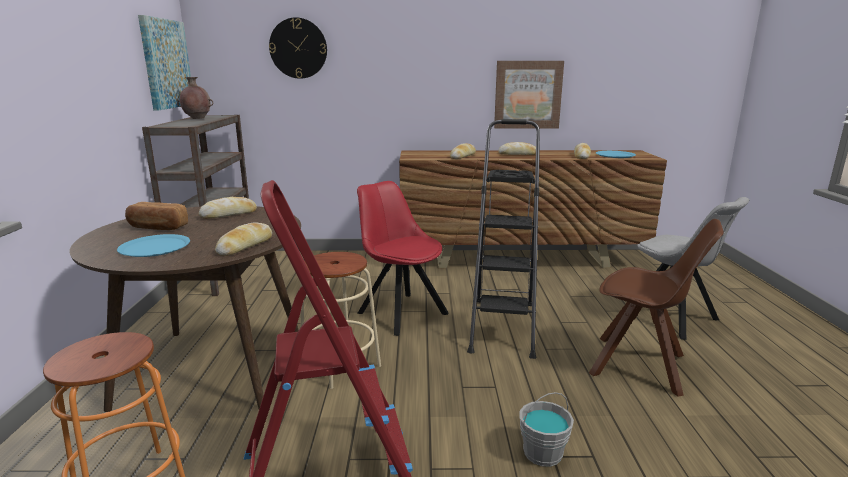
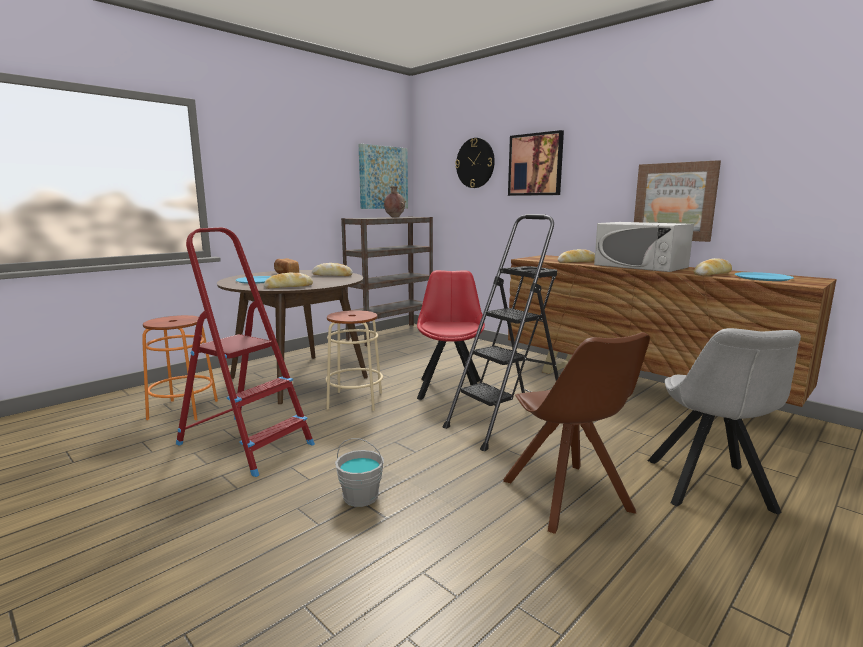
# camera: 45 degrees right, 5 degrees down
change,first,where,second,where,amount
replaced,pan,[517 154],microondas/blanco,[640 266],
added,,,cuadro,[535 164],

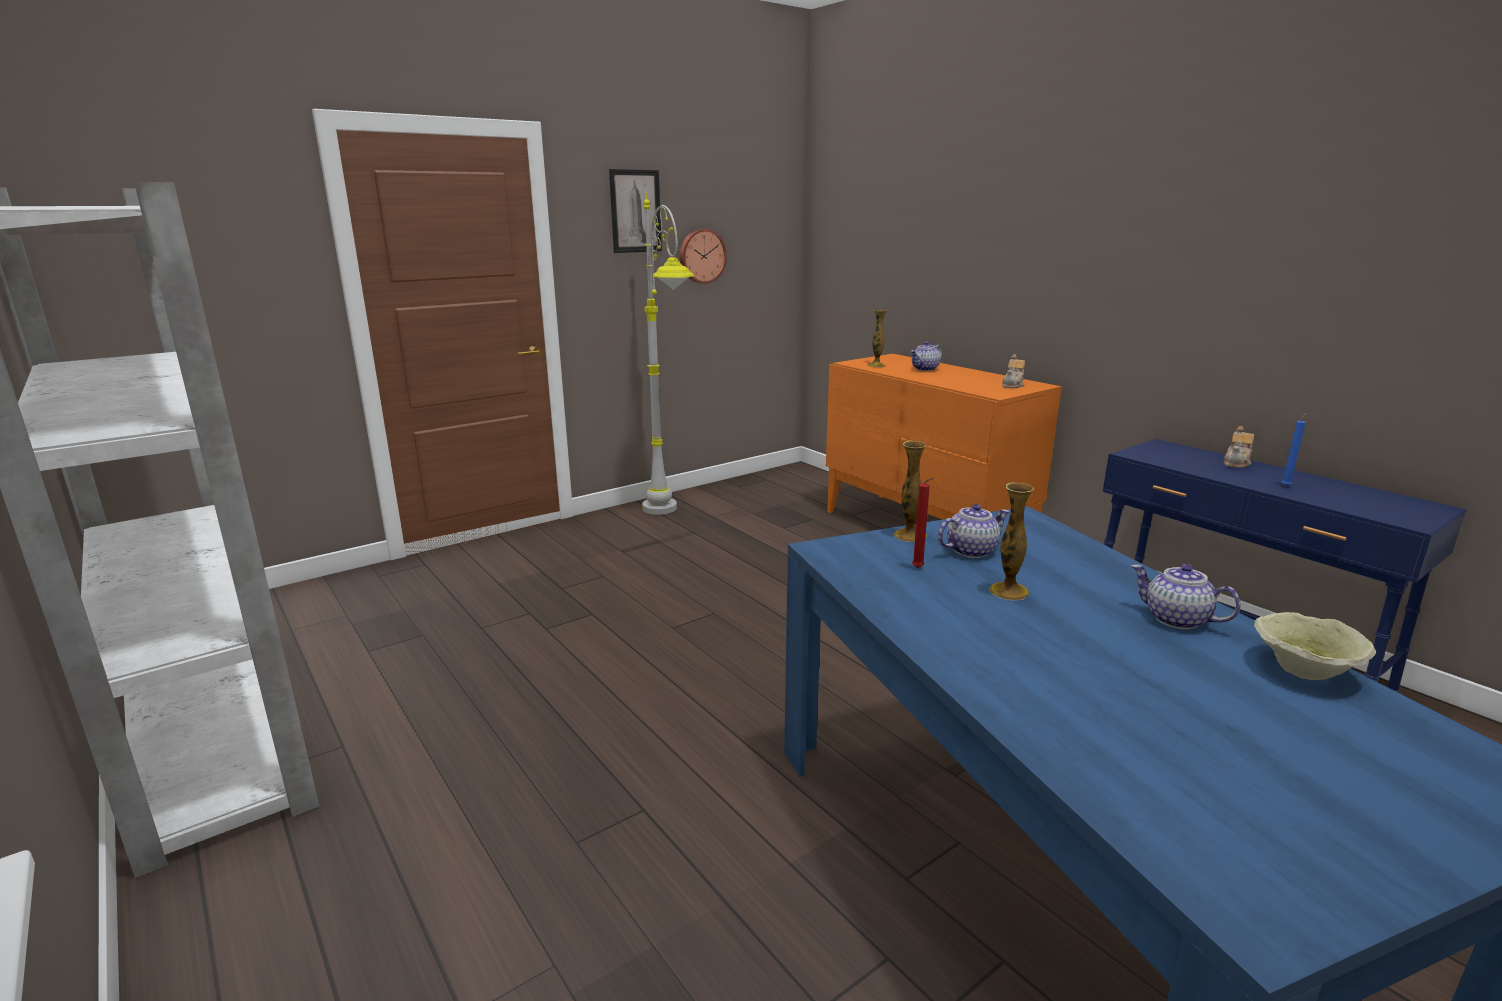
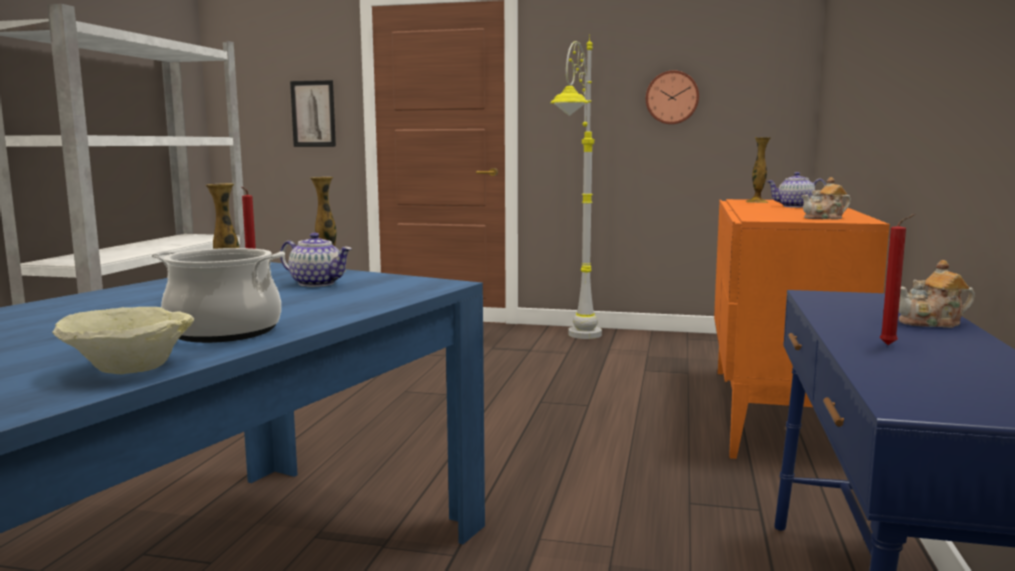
# camera: 50 degrees right, 10 degrees down
change,first,where,second,where,amount
moved,cuadro,[635 211],,[313 114],
replaced,tetera,[1175 619],olla,[223 331],
recoloured,vela/azul,[1286 486],vela/rojo,[891 345],

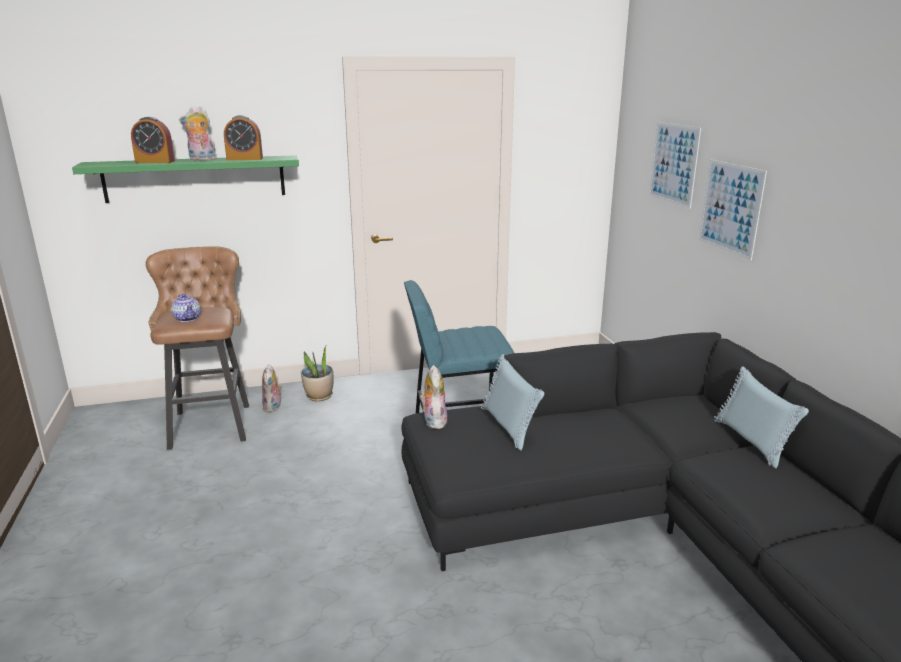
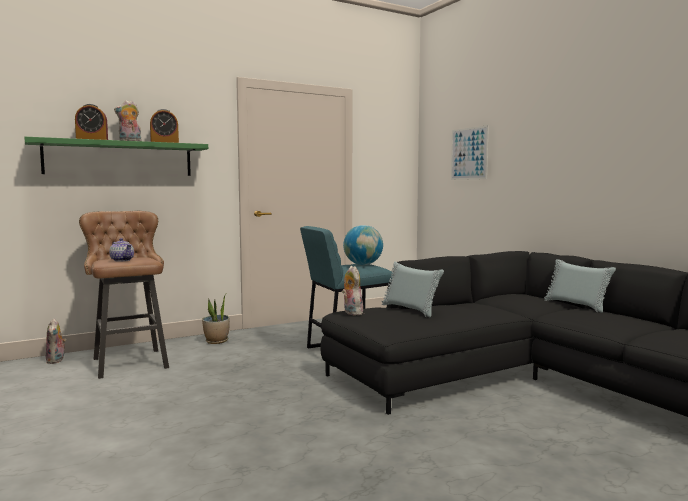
# camera: 15 degrees left, 15 degrees down
change,first,where,second,where,amount
moved,peluche,[273 408],,[56 360],
removed,cuadro,[730 208],,,
added,,,globo terráqueo,[363 264],

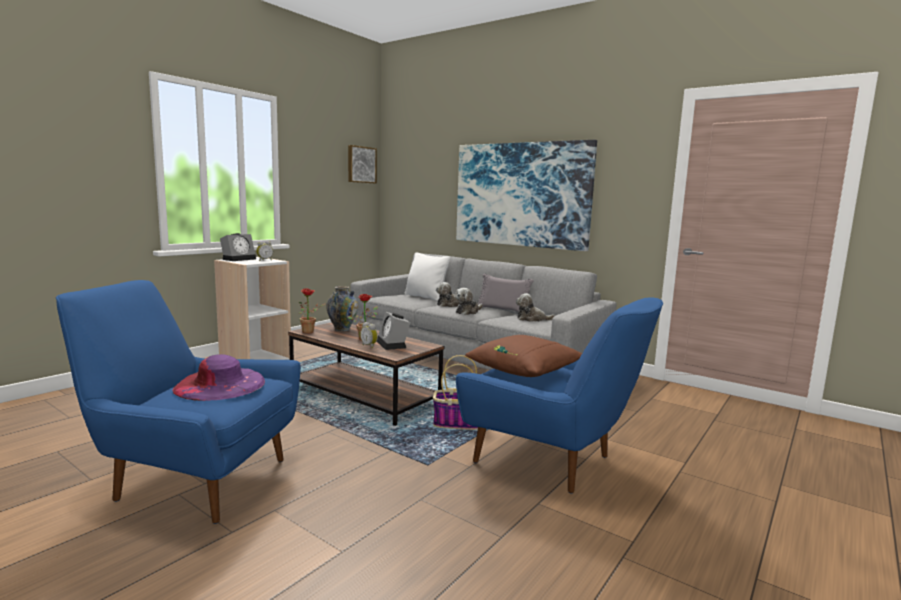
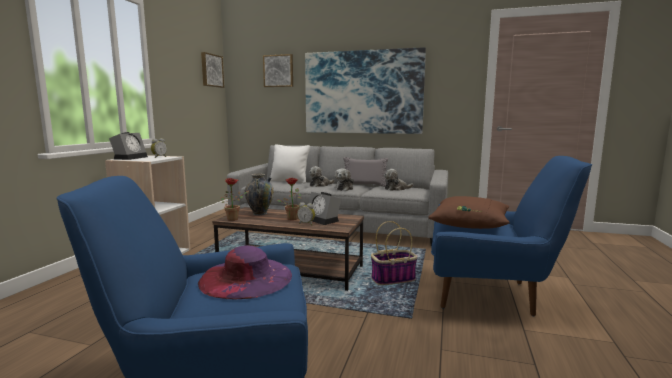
# camera: 20 degrees left, 0 degrees up
change,first,where,second,where,amount
added,,,cuadro,[278 71],

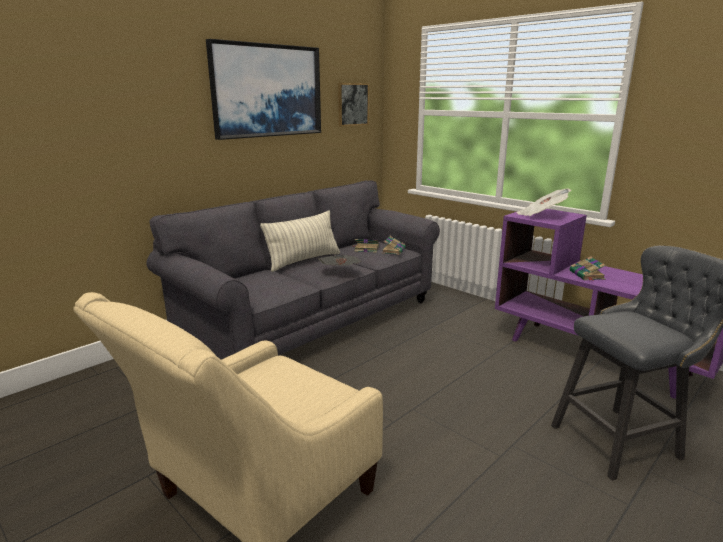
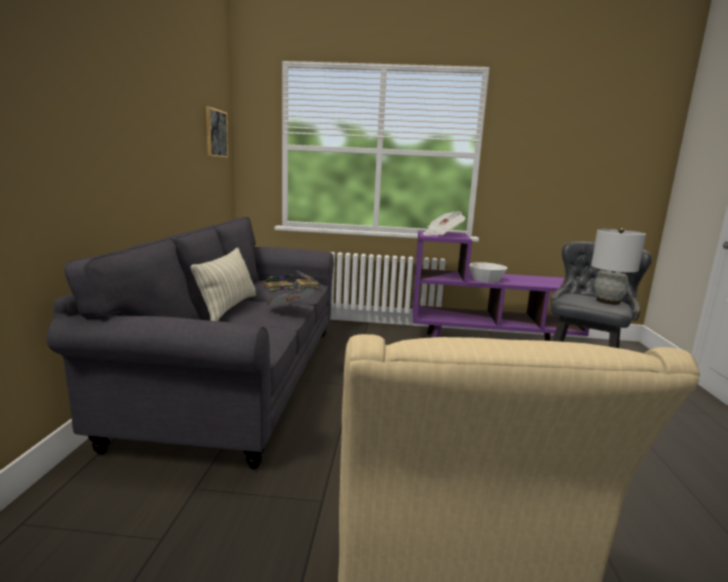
# camera: 40 degrees left, 5 degrees down
change,first,where,second,where,amount
removed,cuadro,[267 91],,,
replaced,libro,[587 275],cuenco/blanco,[486 279],
added,,,lámpara de mesa/blanco,[608 301],

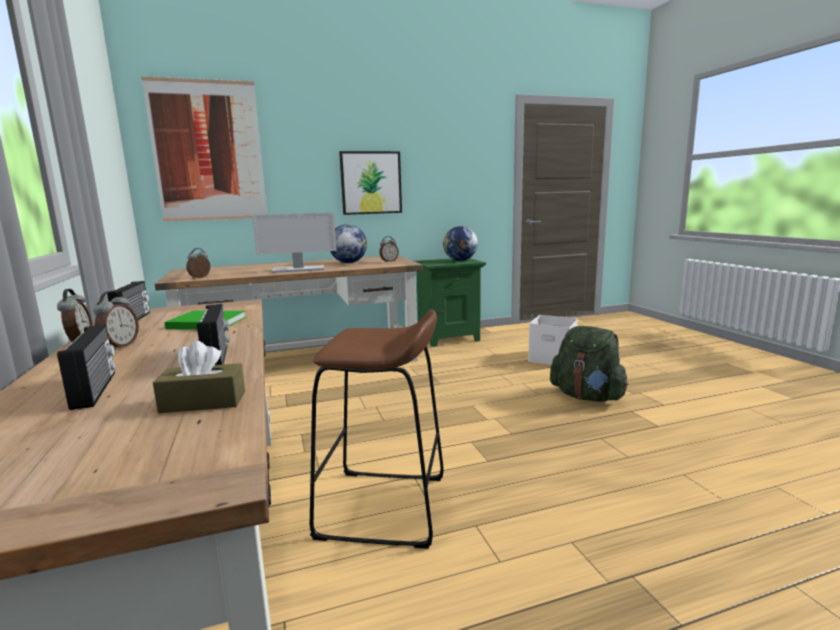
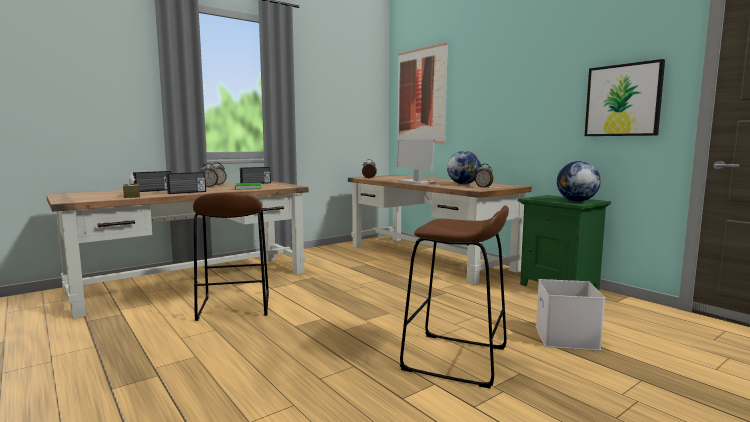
# camera: 70 degrees right, 5 degrees down
change,first,where,second,where,amount
moved,cuadro,[371 183],,[623 100],
replaced,mochila/verde,[587 396],taburete/marrón,[455 359],

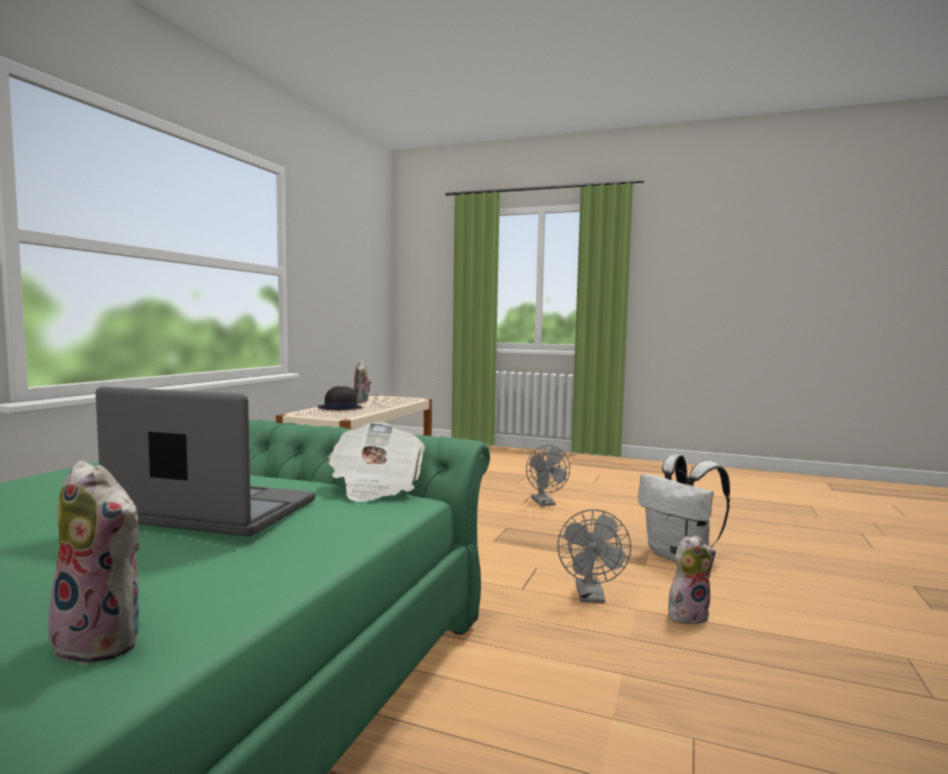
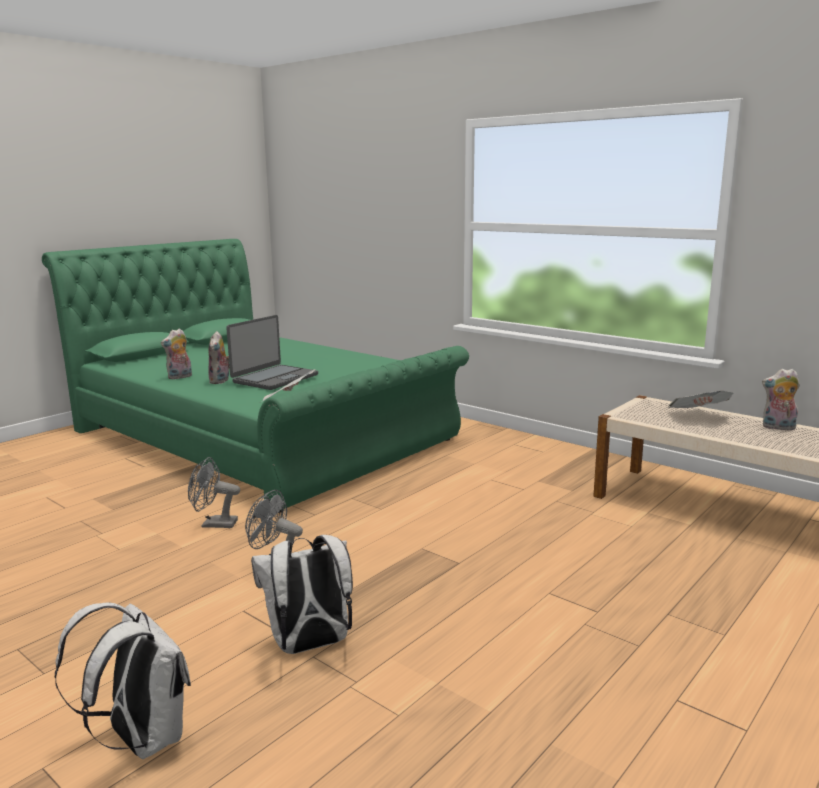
# camera: 110 degrees right, 10 degrees up
change,first,where,second,where,amount
replaced,sombrero/negro,[340 408],periódico,[697 416],
moved,ventilador/gris,[545 503],,[214 524],
moved,peluche,[688 615],,[220 381],
added,,,mochila/blanco,[141 739],

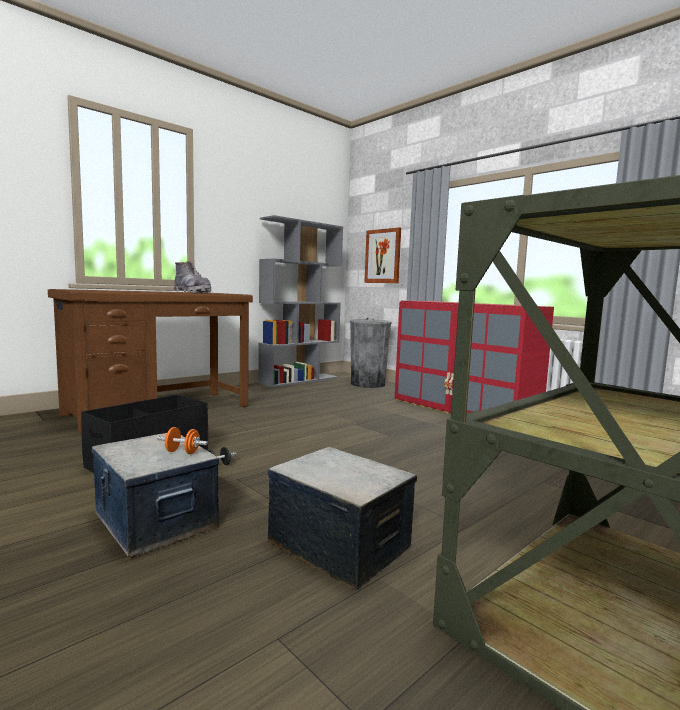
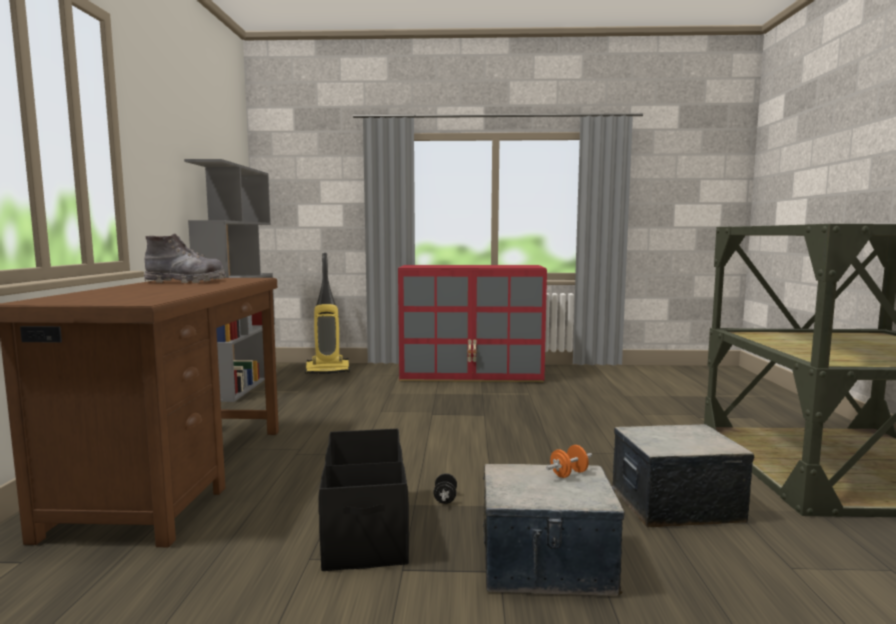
# camera: 45 degrees left, 0 degrees up
change,first,where,second,where,amount
replaced,papelera/gris,[368 384],aspiradora,[328 370],
removed,cuadro,[383 256],,,

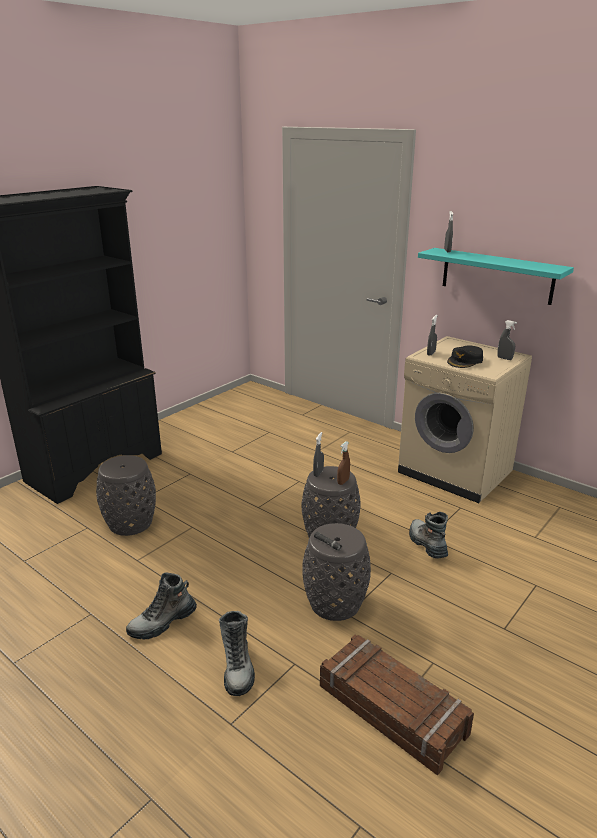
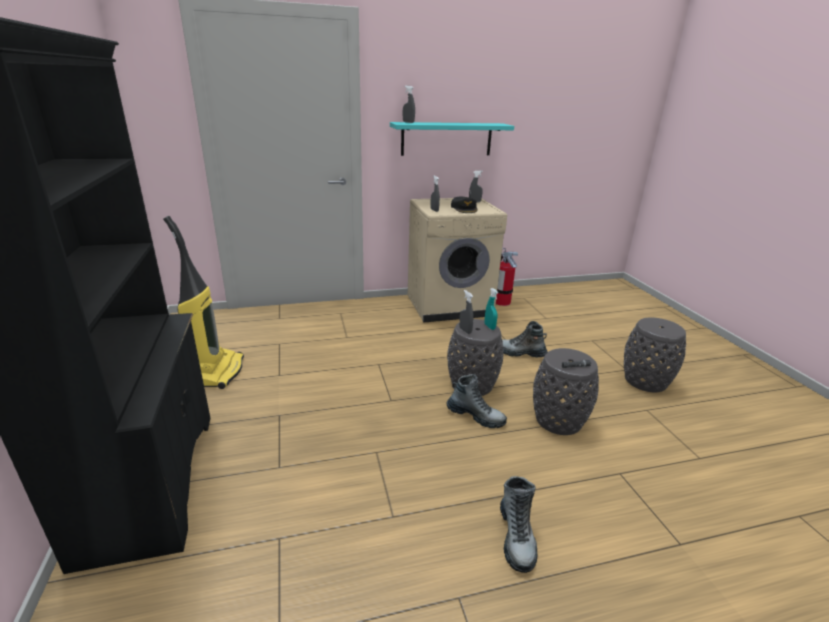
# camera: 55 degrees left, 0 degrees up
change,first,where,second,where,amount
moved,taburete/gris,[130 523],,[645 381],
moved,bota,[237 667],,[475 416],
removed,caja de embalaje,[391 710],,,
recoloured,pulverizador/marrón,[343 481],pulverizador/turquesa,[489 327],
added,,,aspiradora,[218 371],
added,,,extintor,[501 302],

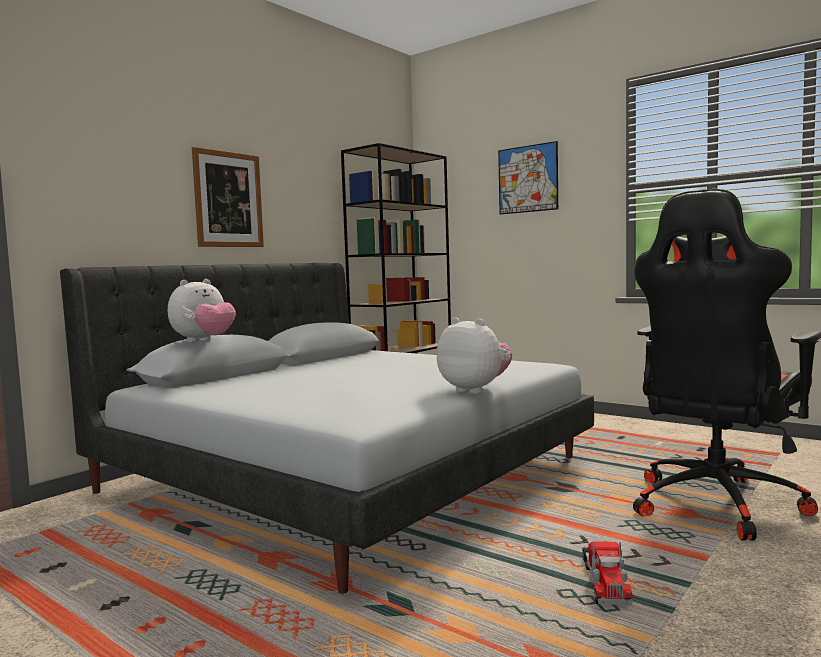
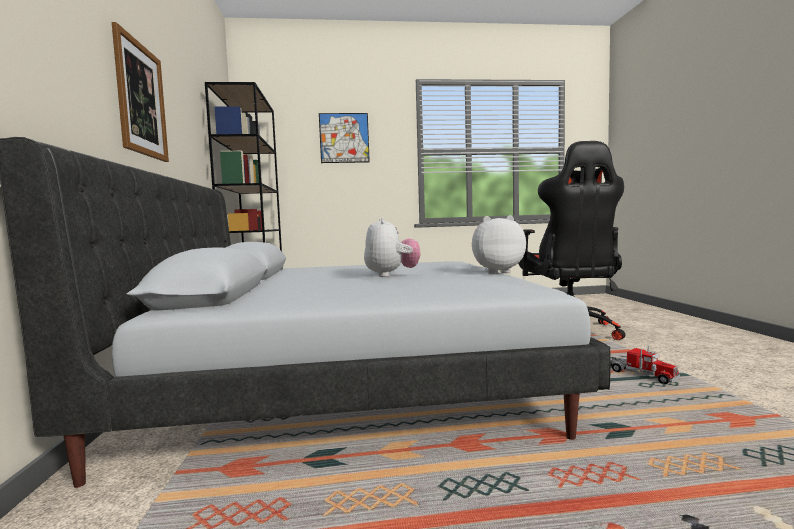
# camera: 45 degrees left, 0 degrees up
change,first,where,second,where,amount
moved,peluche,[204 341],,[391 275],

